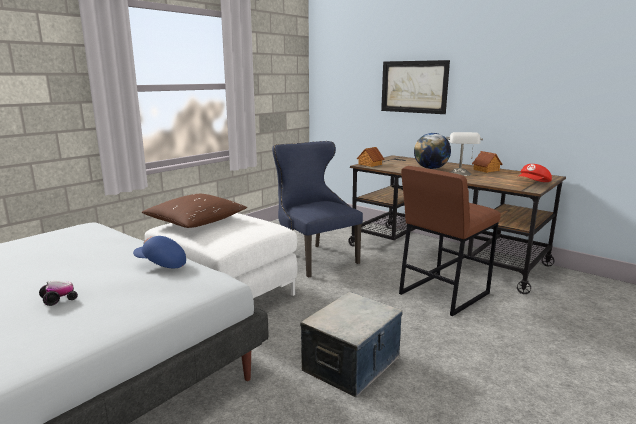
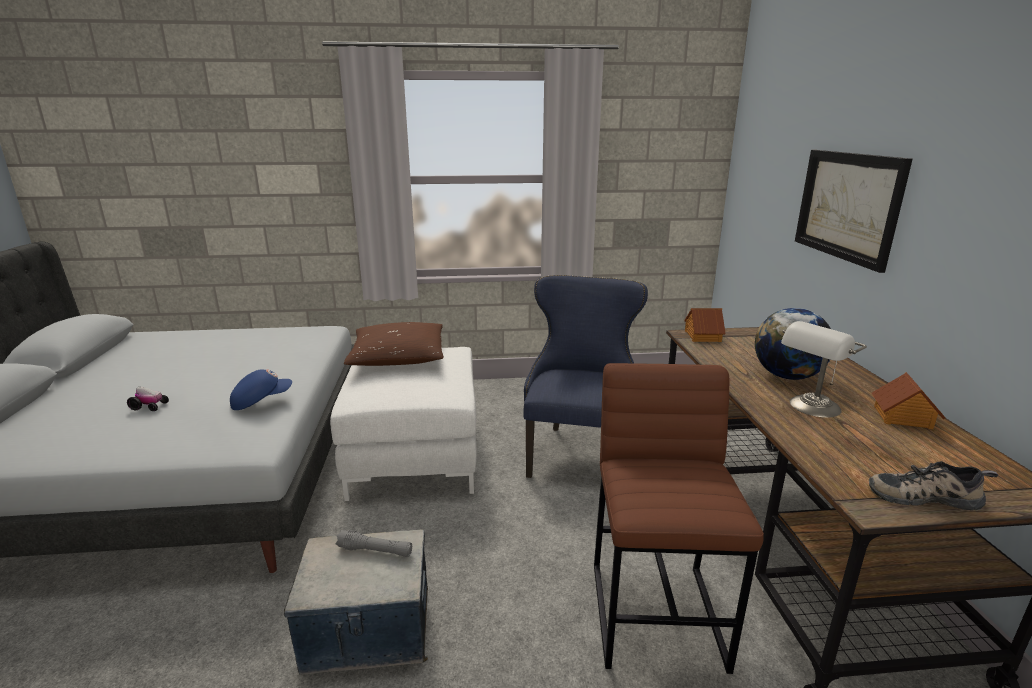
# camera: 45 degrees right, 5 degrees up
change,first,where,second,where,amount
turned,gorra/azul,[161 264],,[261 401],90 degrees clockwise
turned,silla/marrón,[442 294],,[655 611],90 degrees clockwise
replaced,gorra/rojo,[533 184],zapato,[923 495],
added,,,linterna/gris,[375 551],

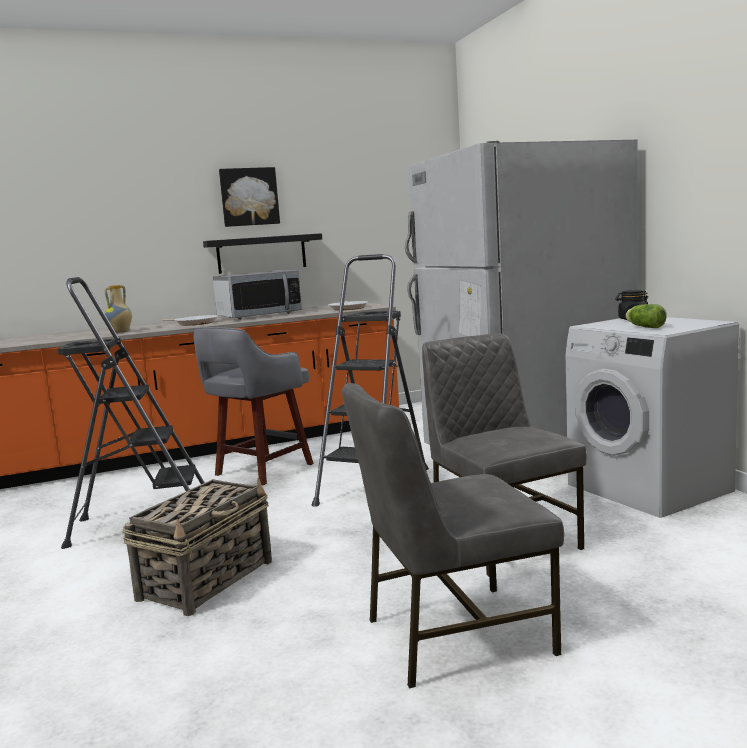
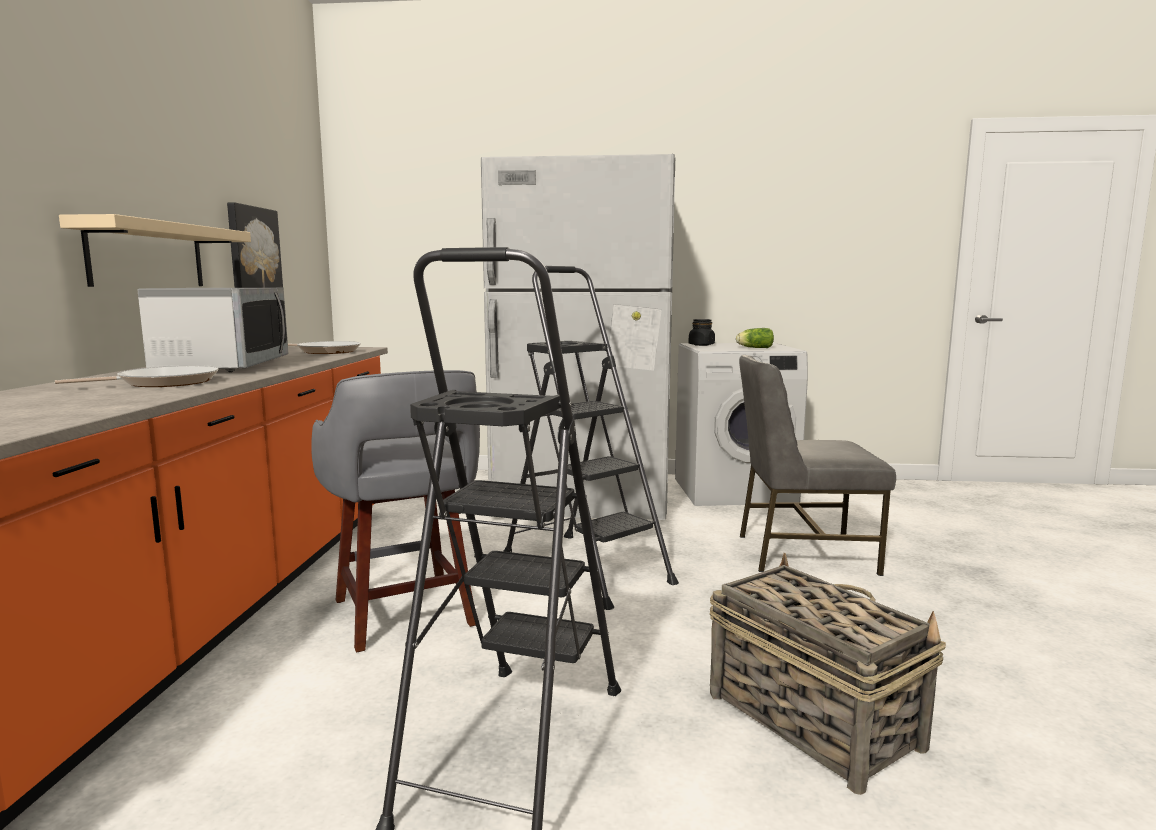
# camera: 65 degrees left, 0 degrees up
change,first,where,second,where,amount
removed,florero,[121 332],,,
recoloured,estante/negro,[261 254],estante/beis,[147 255],
moved,cuadro,[249 197],,[252 248],
removed,silla/gris,[454 635],,,

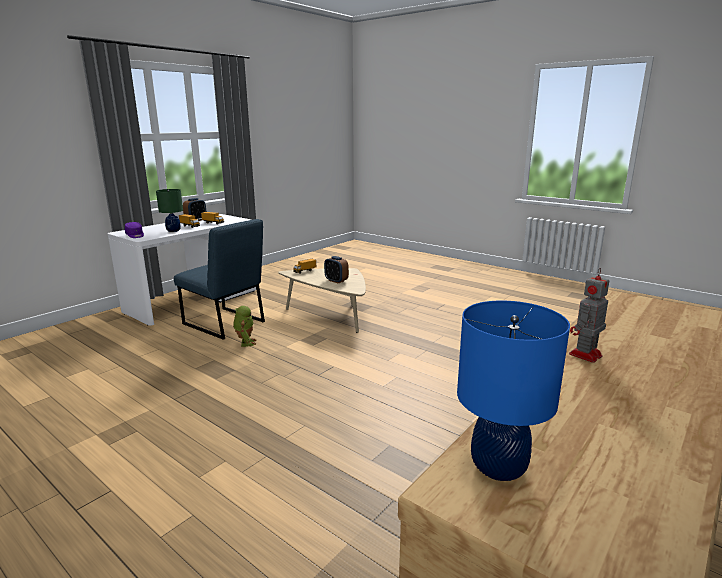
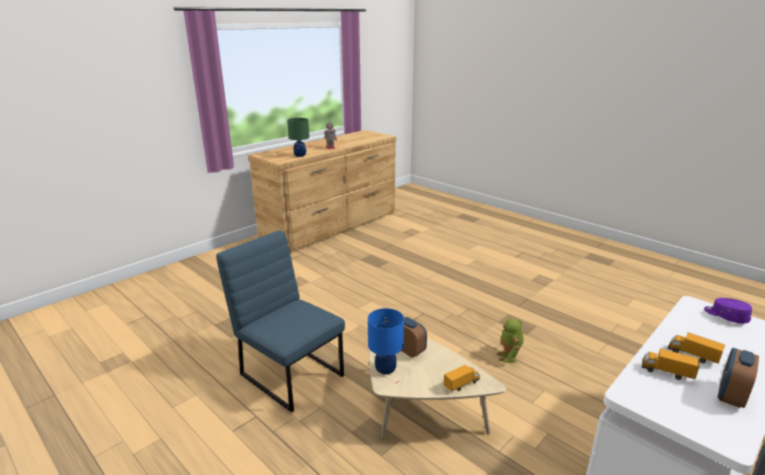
# camera: 175 degrees left, 5 degrees up
change,first,where,second,where,amount
moved,lámpara de mesa/verde,[172 231],,[300 155],
moved,silla/azul,[225 323],,[290 373],
moved,lámpara de mesa/azul,[496 467],,[386 370],

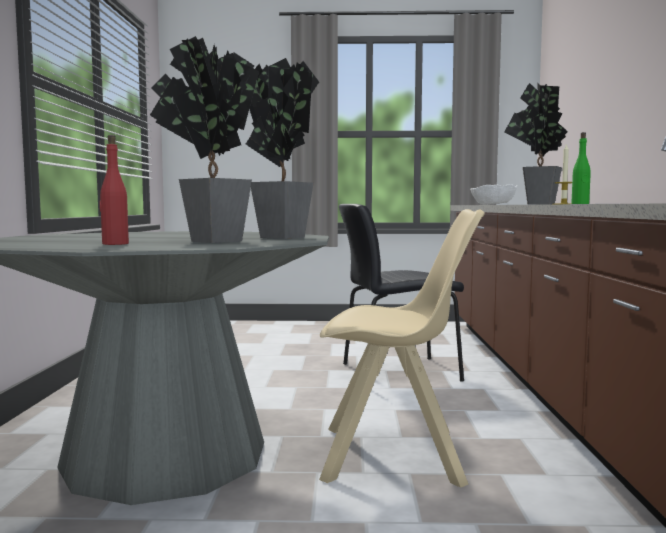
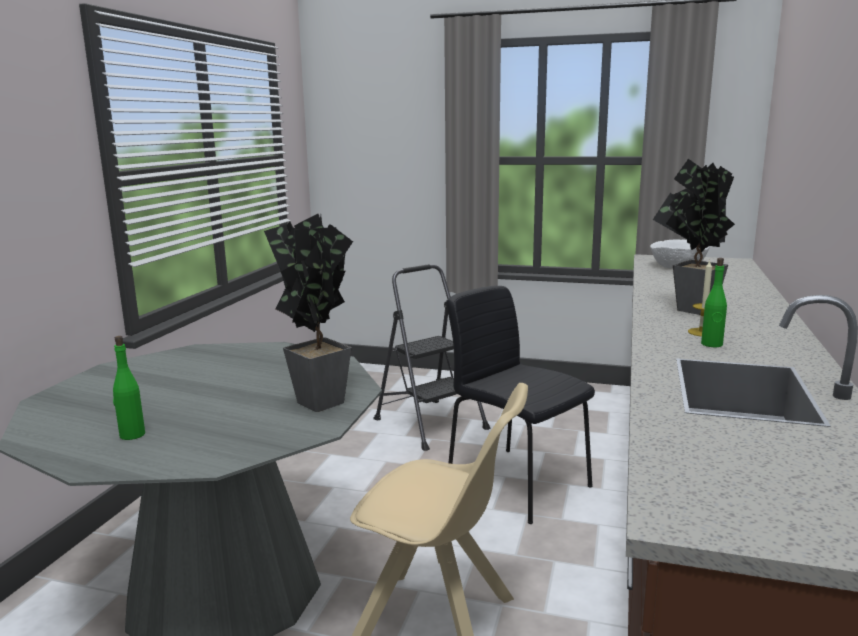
# camera: 15 degrees right, 10 degrees up
change,first,where,second,where,amount
recoloured,botella/rojo,[115 244],botella/verde,[132 435],
removed,planta en maceta,[207 241],,,
turned,silla/negro,[395 372],,[513 481],45 degrees clockwise
added,,,escalera de tijera/negro,[429 422],

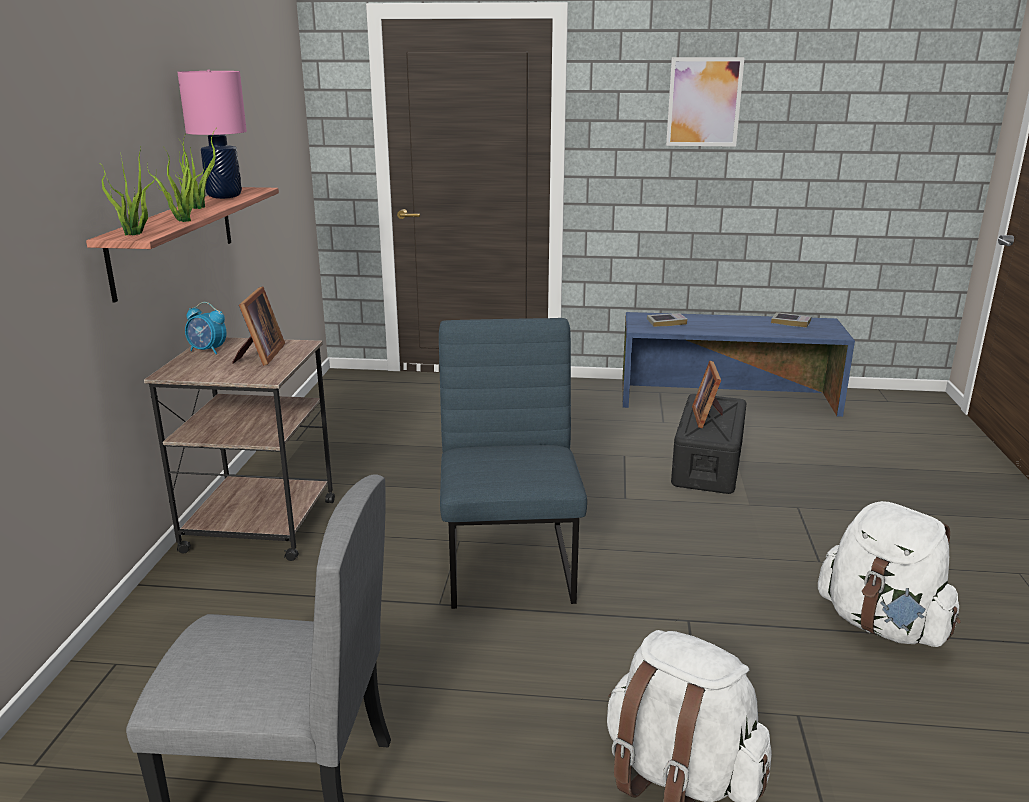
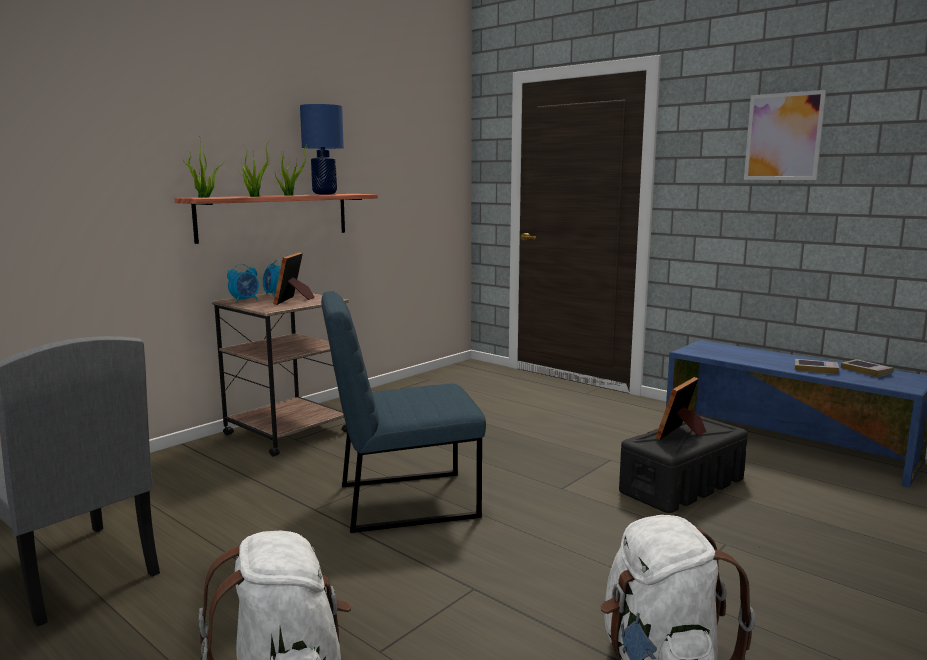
# camera: 35 degrees right, 10 degrees down
change,first,where,second,where,amount
recoloured,lámpara de mesa/rosa,[225 197],lámpara de mesa/azul,[325 194],
turned,portarretratos,[260 356],,[294 300],150 degrees clockwise
turned,silla/azul,[510 561],,[403 501],135 degrees counterclockwise
moved,libro,[666 322],,[815 369],
added,,,despertador,[245 300],

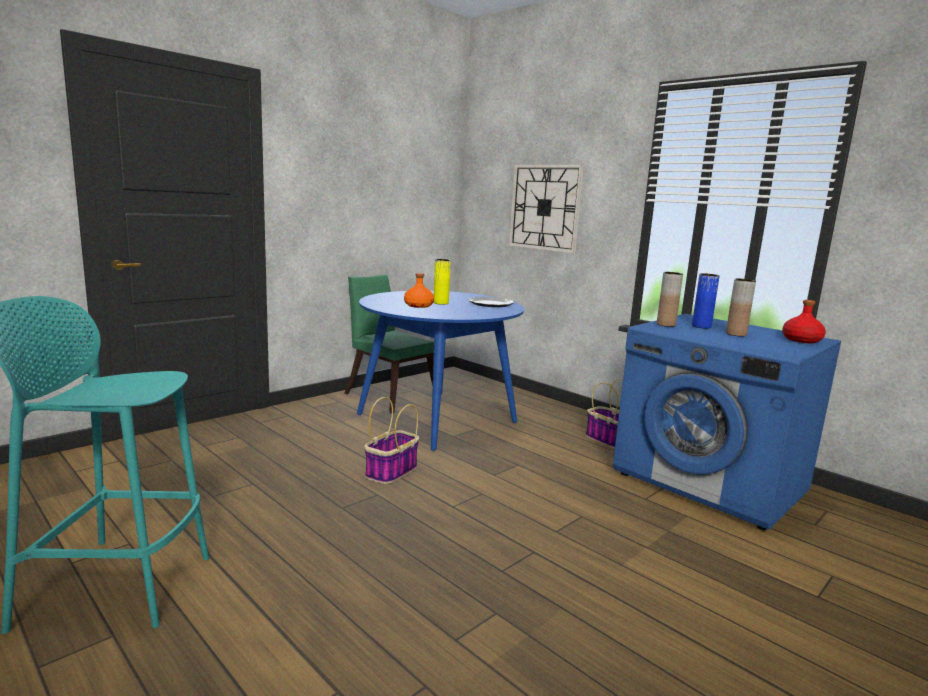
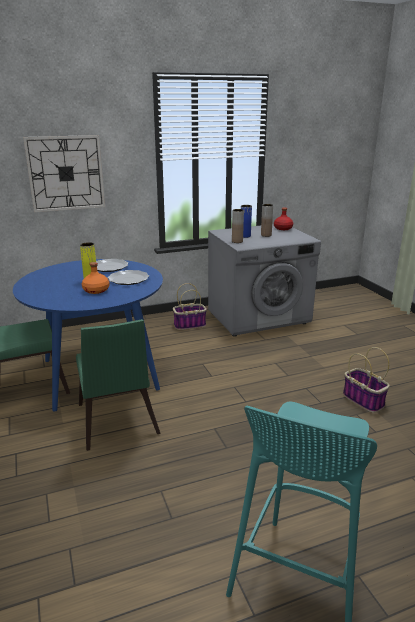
# camera: 65 degrees left, 10 degrees up
change,first,where,second,where,amount
moved,cesta,[391 472],,[364 400],
recoloured,lavadora/azul,[708 486],lavadora/gris,[260 319],
added,,,silla/verde,[117 423],
added,,,plato,[128 279],

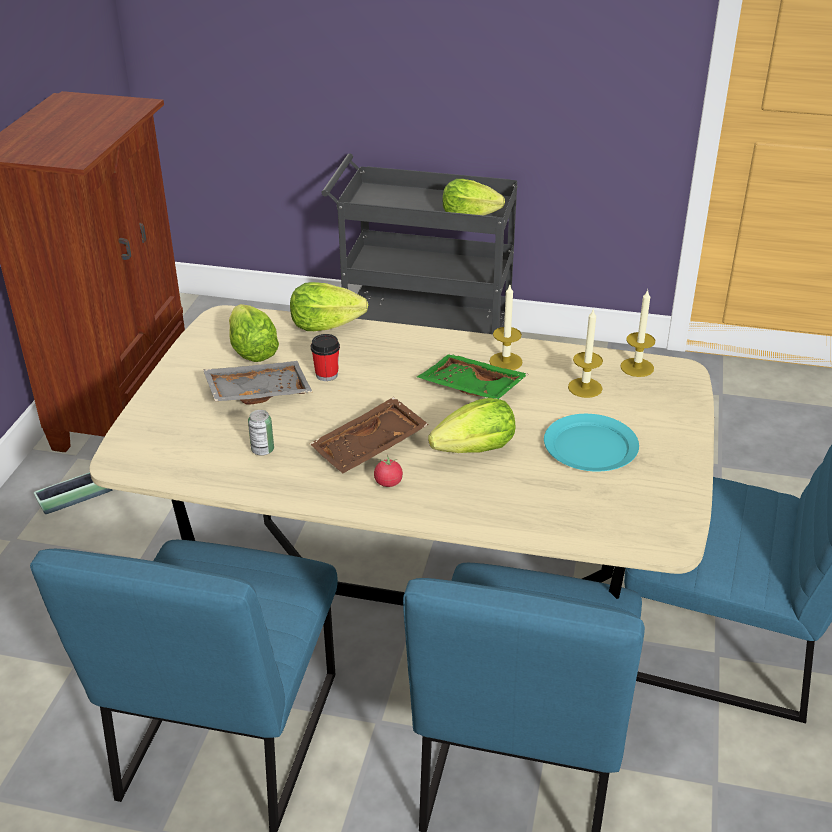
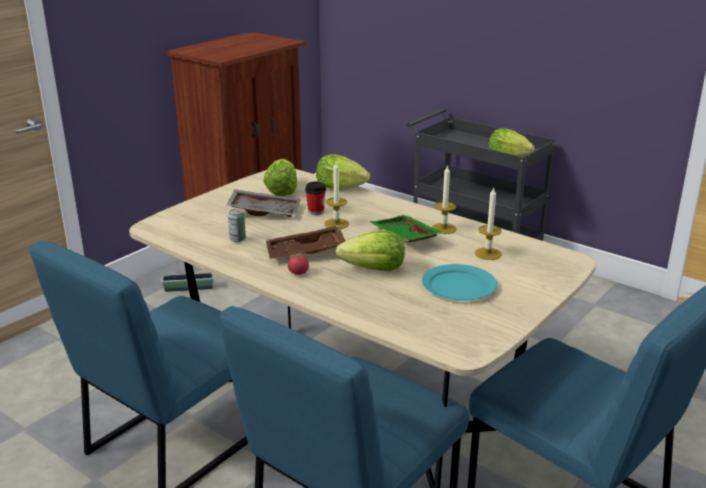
# camera: 25 degrees right, 10 degrees down
change,first,where,second,where,amount
moved,vela,[637 367],,[336 224],

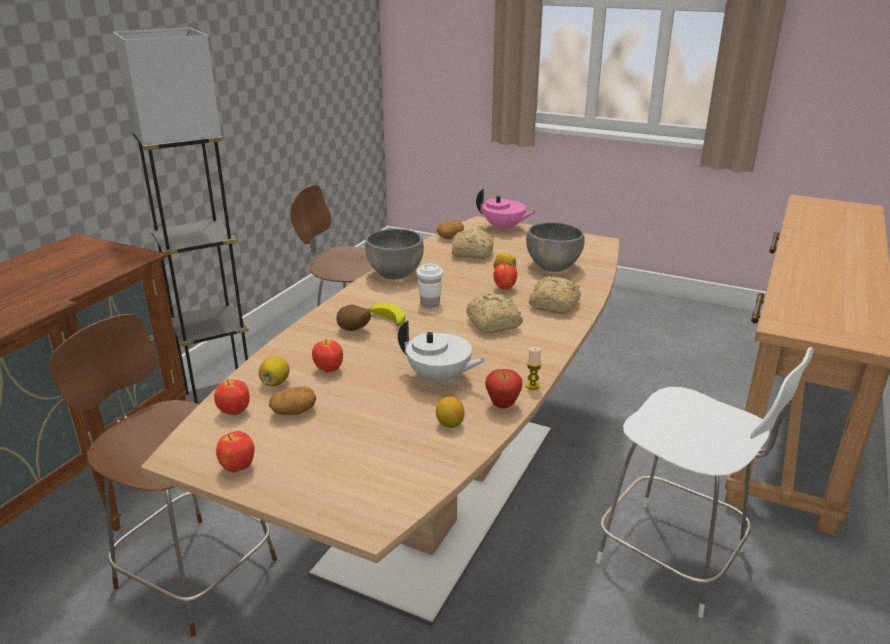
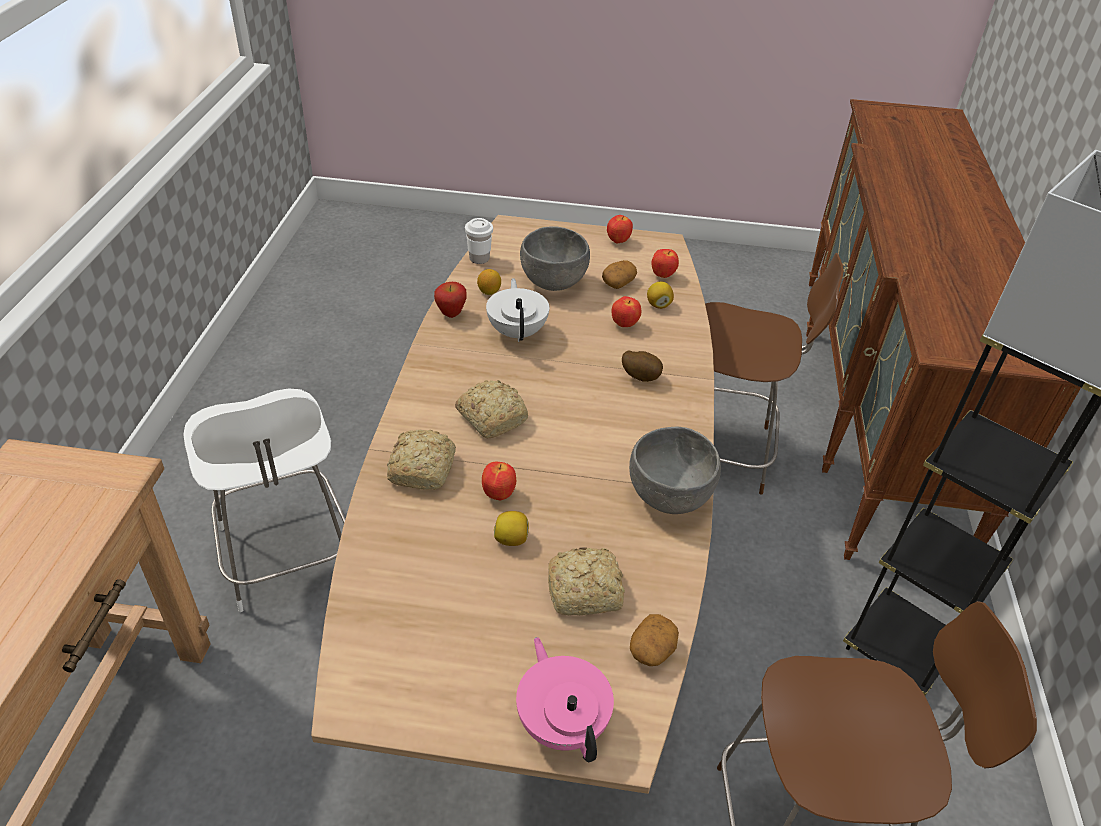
# camera: 160 degrees right, 15 degrees up
change,first,where,second,where,amount
removed,plátano,[386 320],,,
turned,tetera/blanco,[439 379],,[517 332],75 degrees clockwise
moved,taza/blanco,[430 303],,[479 259],
turned,tetera/rosa,[504 228],,[562 722],60 degrees clockwise
moved,cuenco/gris,[553 267],,[552 283],
removed,vela,[532 385],,,
turned,silla/blanco,[675 559],,[287 556],135 degrees counterclockwise

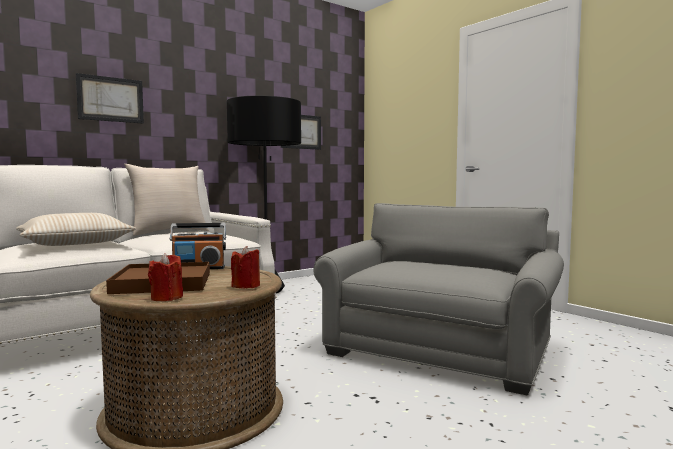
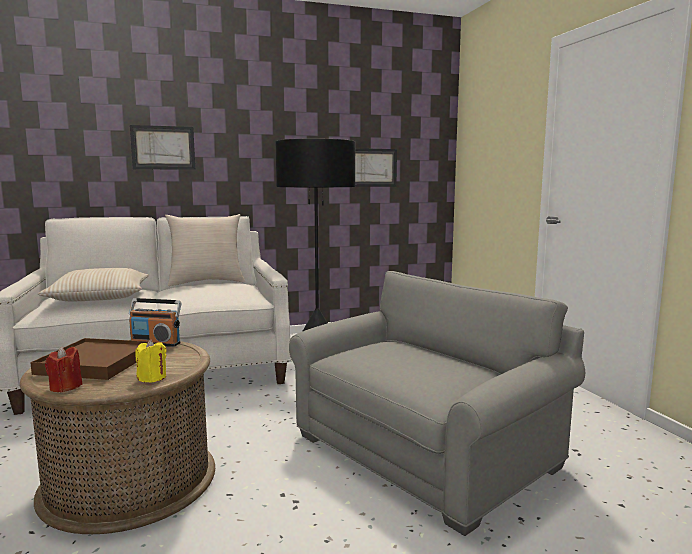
# camera: 20 degrees right, 5 degrees up
change,first,where,second,where,amount
recoloured,vela/rojo,[246 286],vela/amarillo,[152 378],

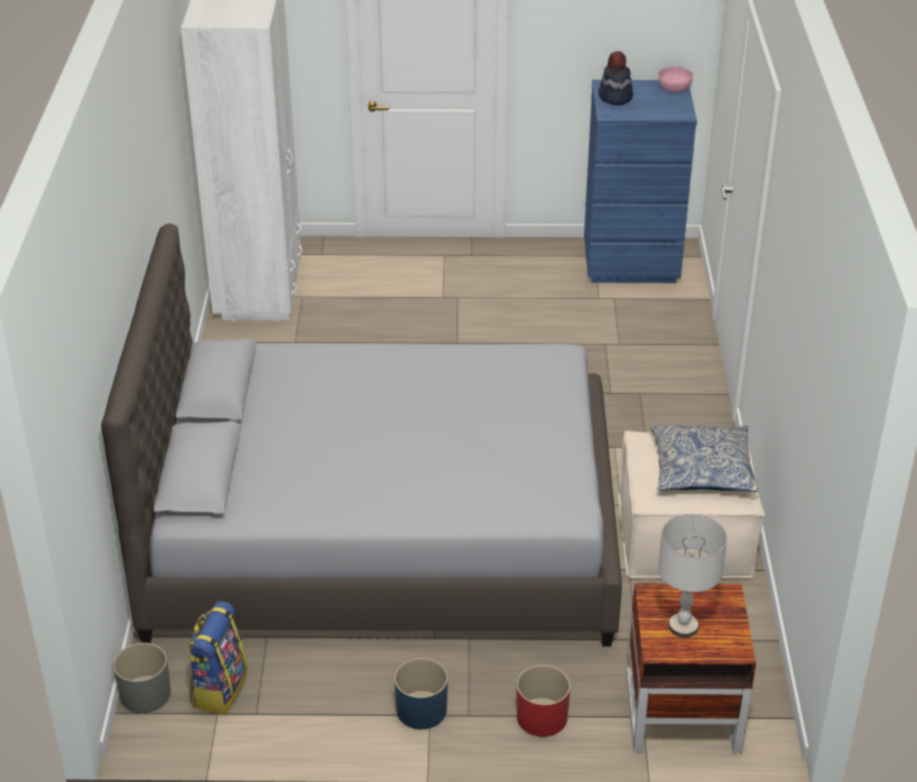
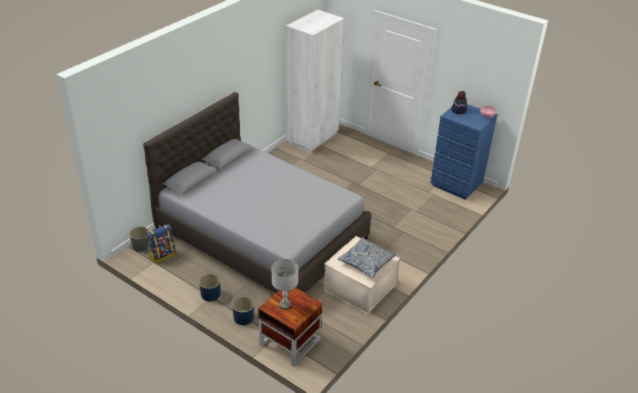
# camera: 35 degrees right, 0 degrees up
change,first,where,second,where,amount
recoloured,maceta/rojo,[541 717],maceta/azul,[243 317],

